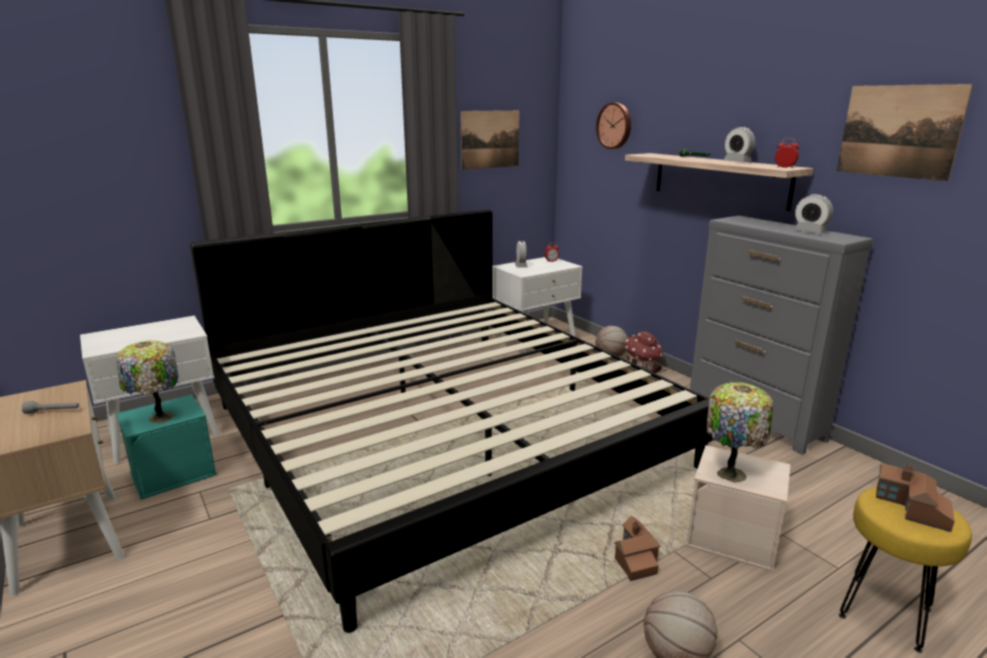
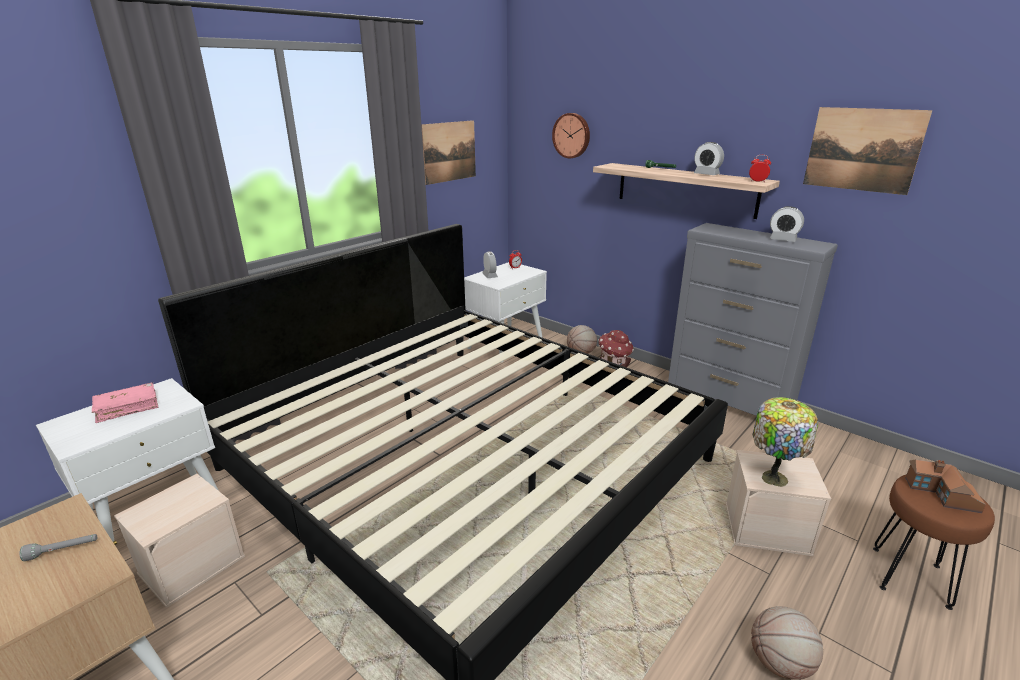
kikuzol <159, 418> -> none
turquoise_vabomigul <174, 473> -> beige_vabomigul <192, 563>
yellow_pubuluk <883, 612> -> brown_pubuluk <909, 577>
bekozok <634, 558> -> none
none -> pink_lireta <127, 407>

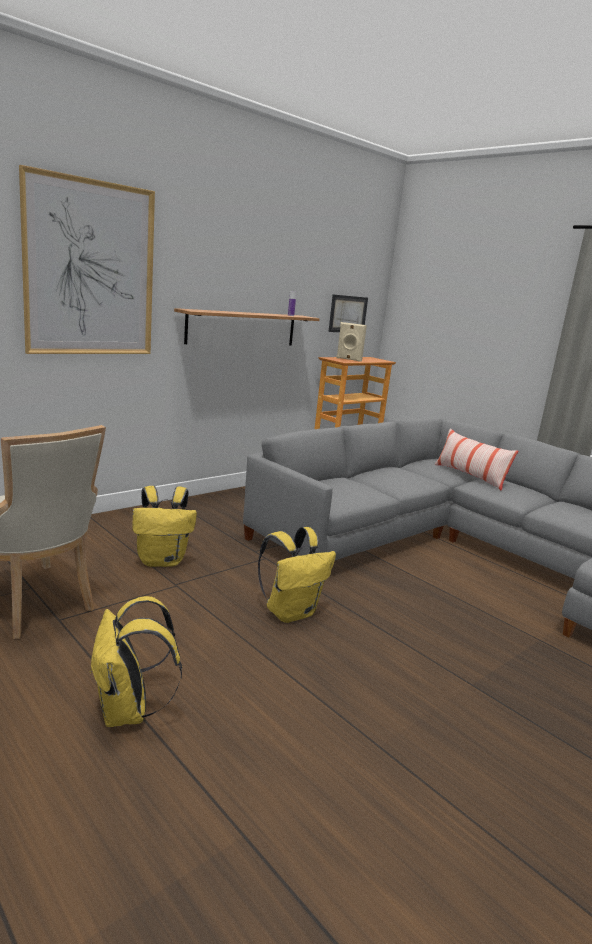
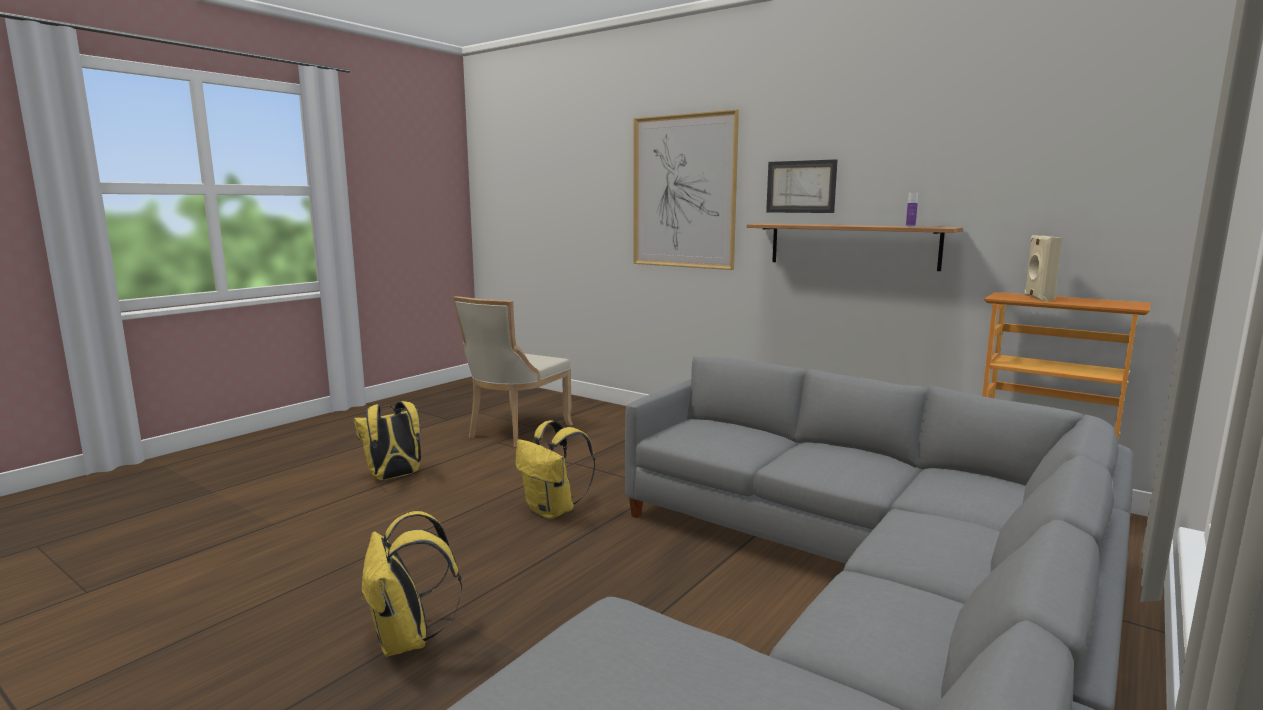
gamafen <348, 314> -> gamafen <801, 186>, moved
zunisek <470, 476> -> none
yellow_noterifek <162, 561> -> yellow_noterifek <407, 641>, moved

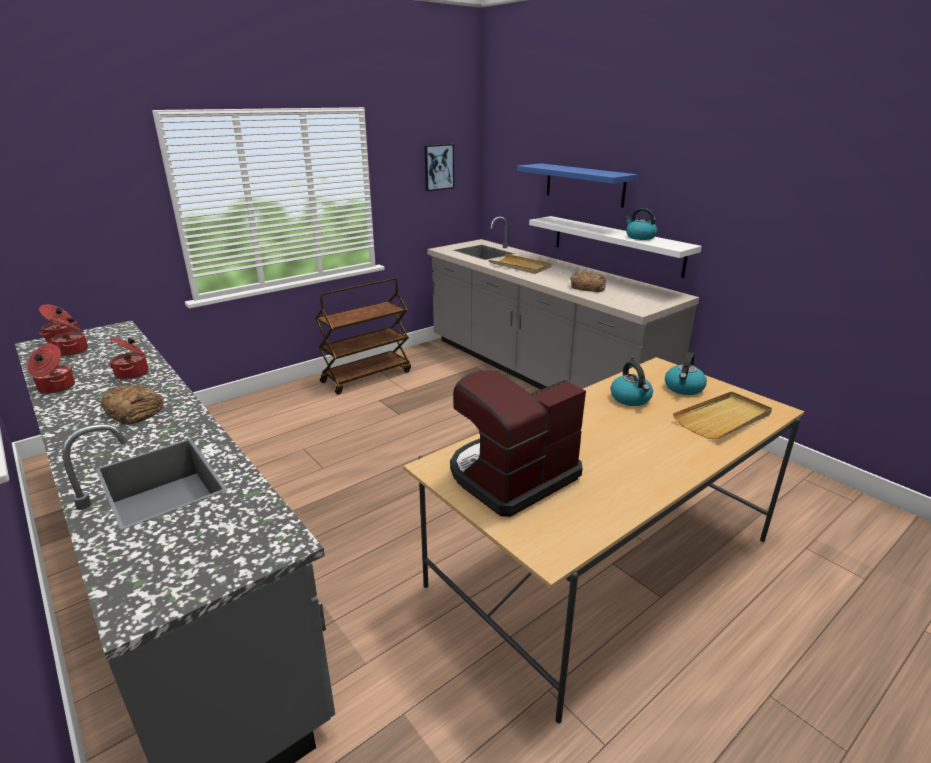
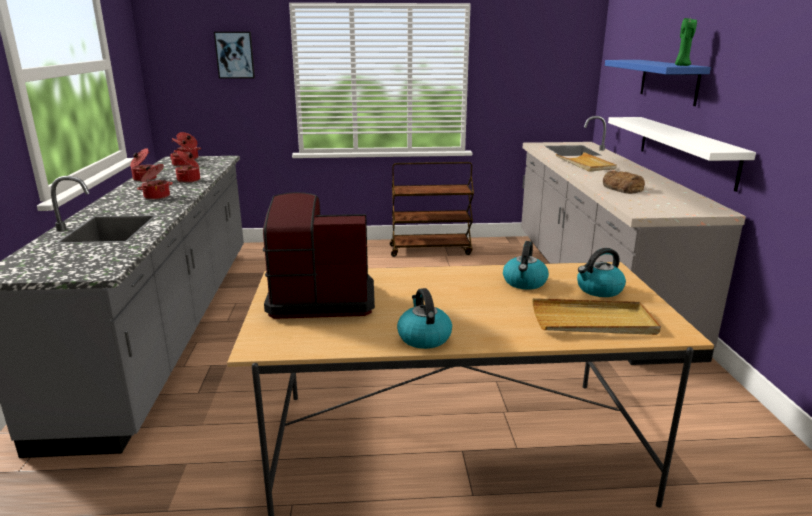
gamafen <438, 167> -> gamafen <235, 55>, moved
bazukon <639, 237> -> bazukon <423, 337>, moved
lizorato <133, 410> -> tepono <156, 196>
none -> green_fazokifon <681, 65>

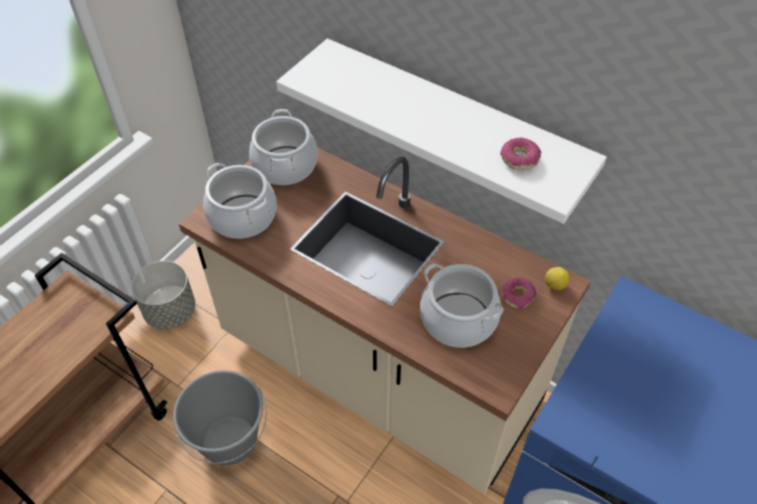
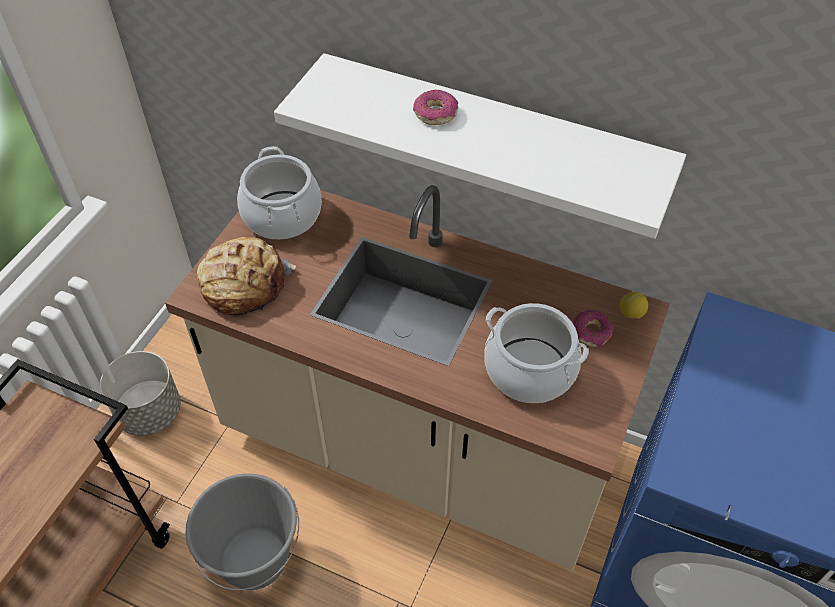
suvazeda <519, 159> -> suvazeda <435, 114>, moved
tepono <242, 217> -> lizorato <243, 284>

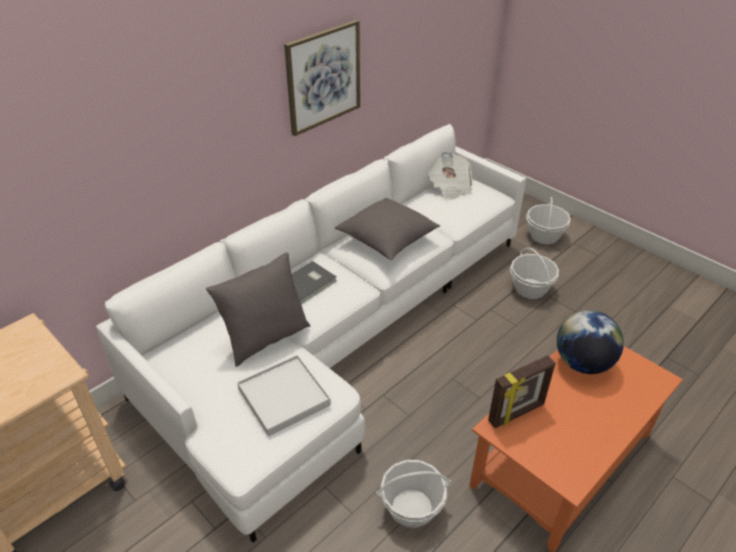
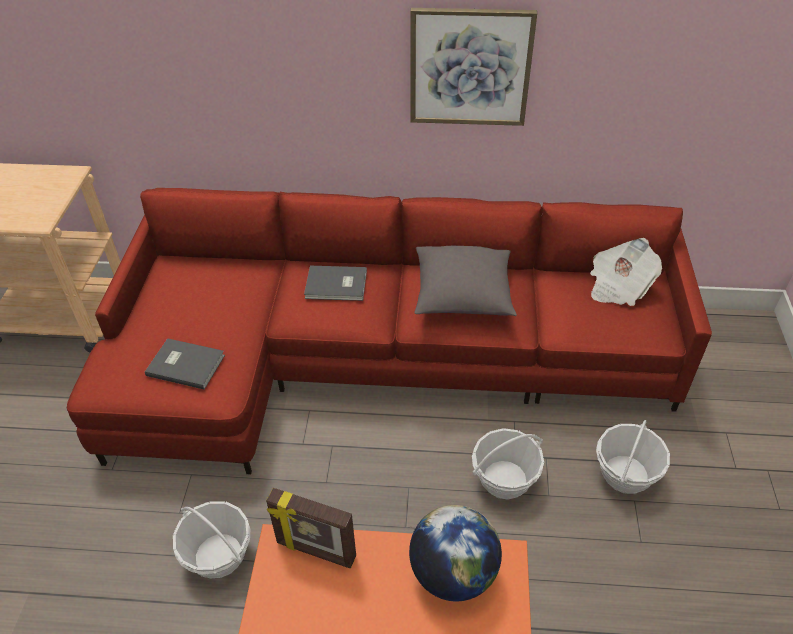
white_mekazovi <336, 333> -> red_mekazovi <373, 360>
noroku <544, 236> -> noroku <504, 479>, moved
grey_zunisek <265, 338> -> none
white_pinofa <283, 397> -> grey_lireta <185, 364>

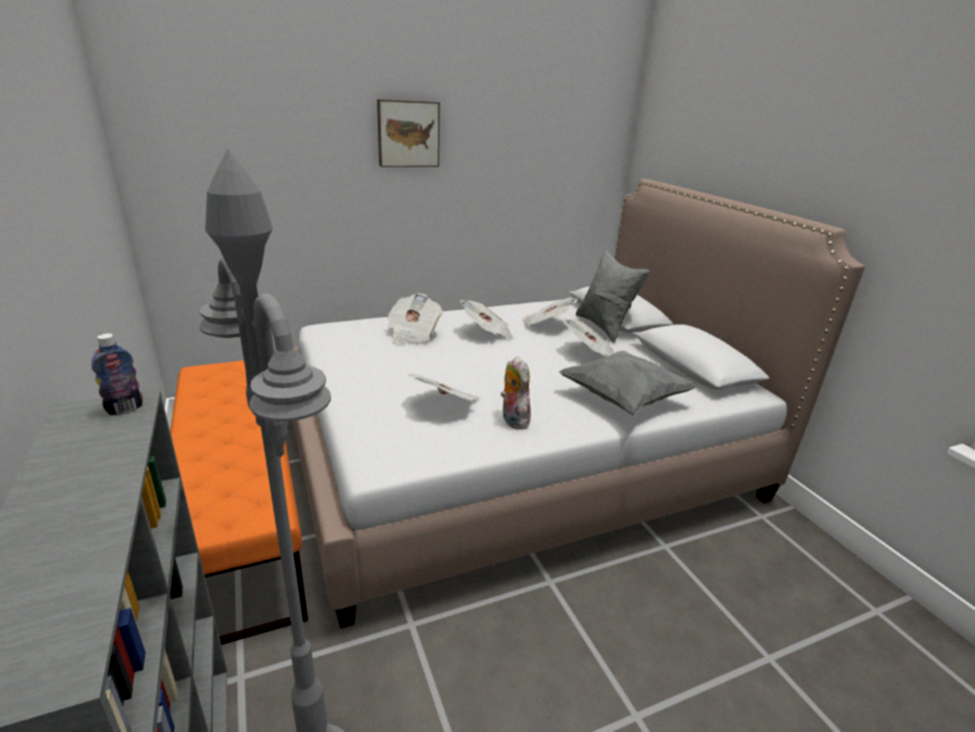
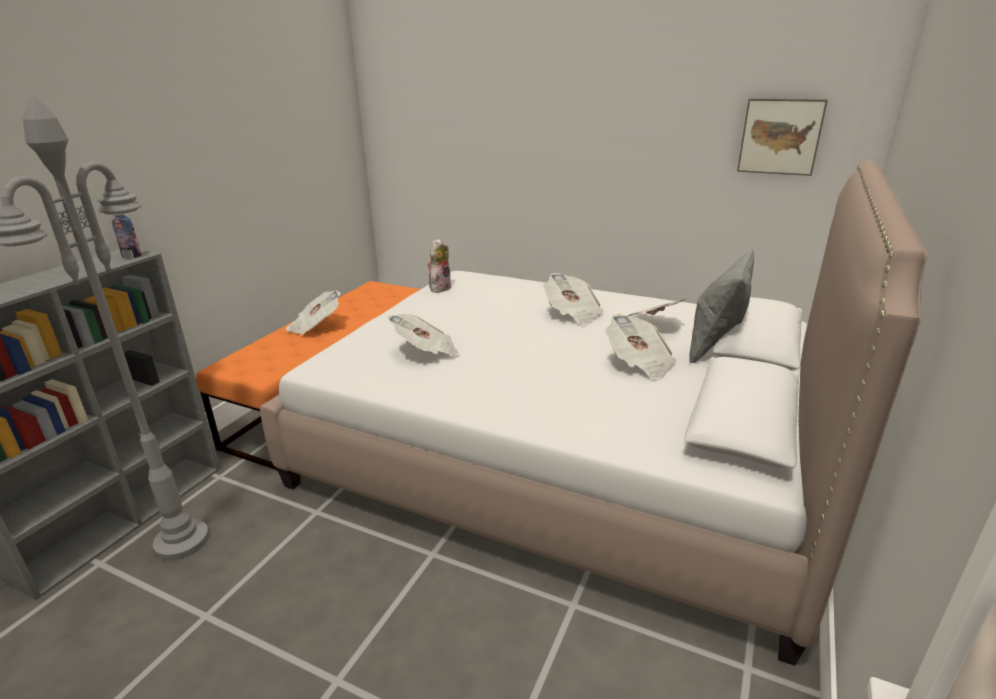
gamafen <408, 134> -> gamafen <780, 136>, moved
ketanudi <413, 333> -> ketanudi <315, 326>, moved
grey_zunisek <623, 399> -> none
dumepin <512, 420> -> dumepin <439, 287>, moved

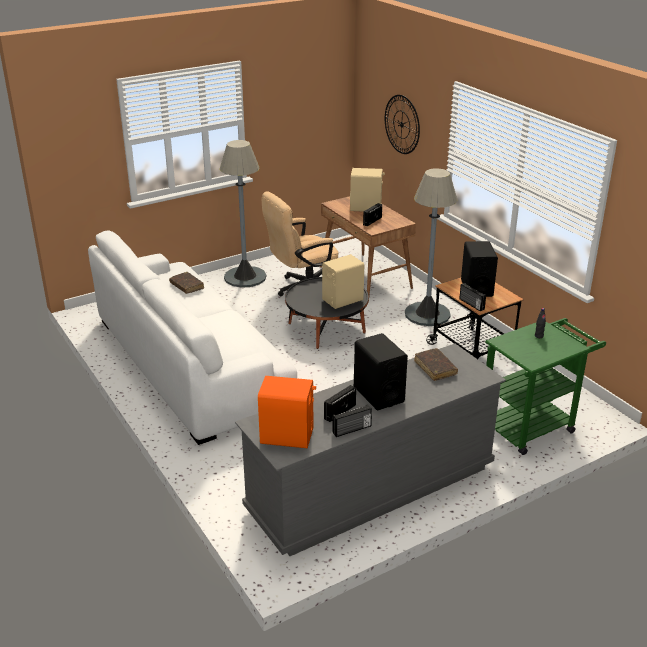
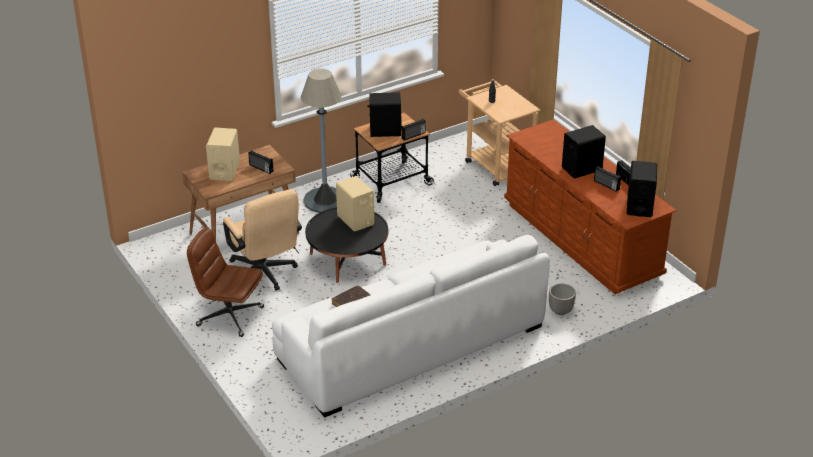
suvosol <402, 124> -> none
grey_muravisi <245, 277> -> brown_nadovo <229, 316>
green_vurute <533, 424> -> beige_vurute <495, 164>
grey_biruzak <371, 488> -> brown_biruzak <581, 239>
brown_lireta <435, 368> -> none
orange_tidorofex <287, 436> -> black_tidorofex <639, 206>
none -> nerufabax <560, 311>

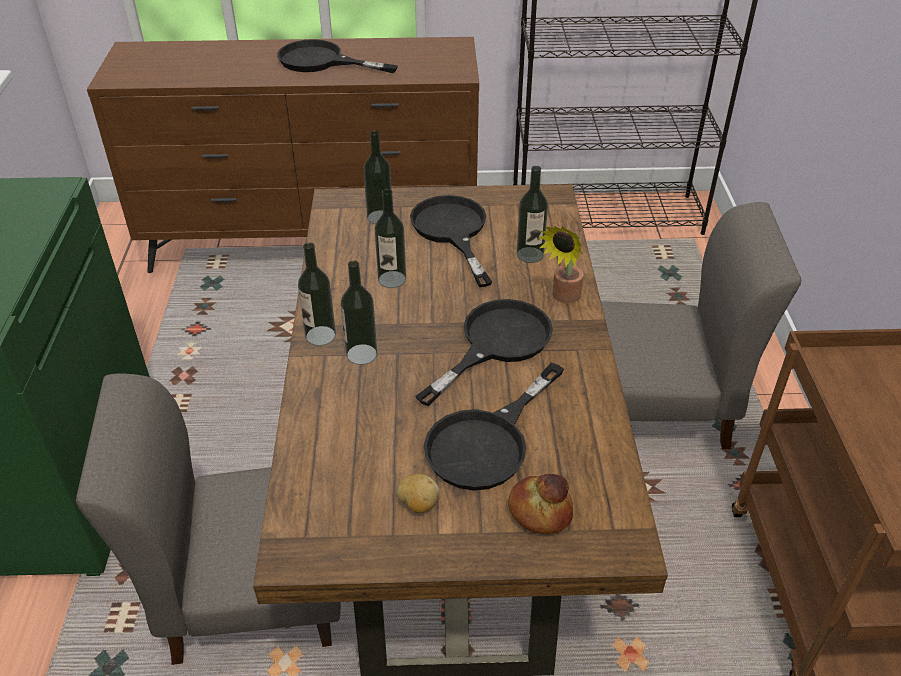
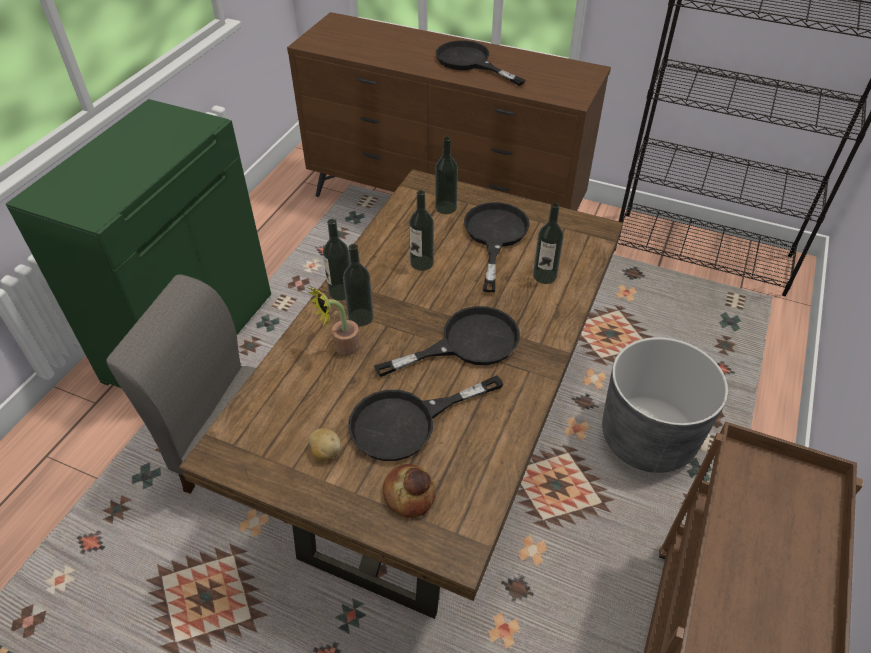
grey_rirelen <658, 408> -> grey_nerufabax <647, 437>
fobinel <563, 297> -> fobinel <341, 348>, moved

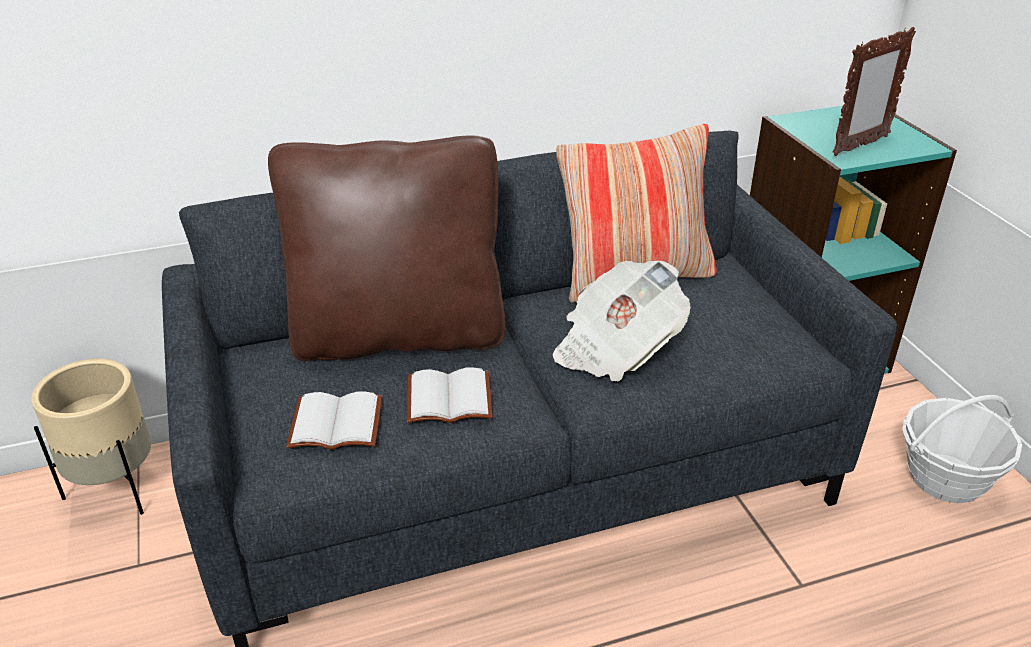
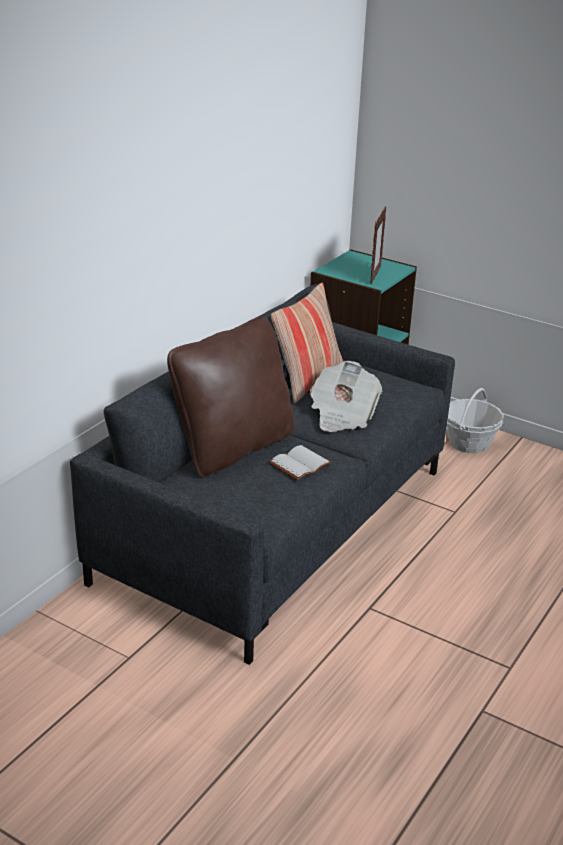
beige_nerufabax <117, 488> -> none
white_lireta <338, 422> -> none

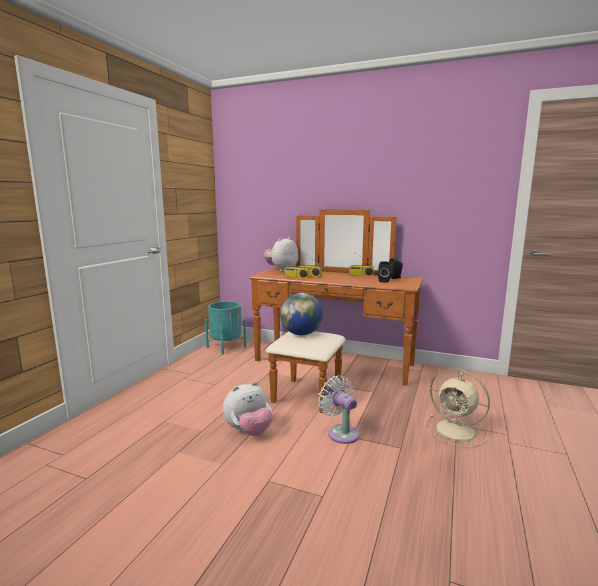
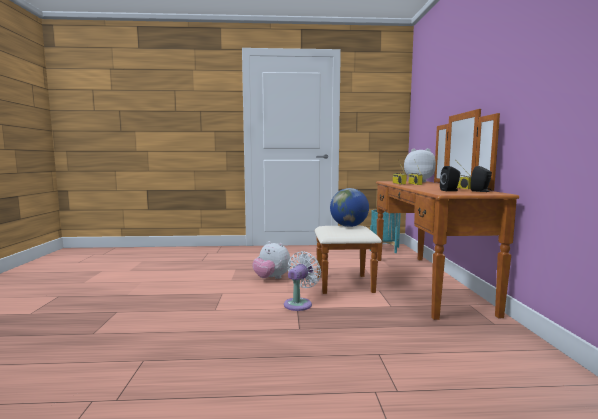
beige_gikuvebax <457, 431> -> none

